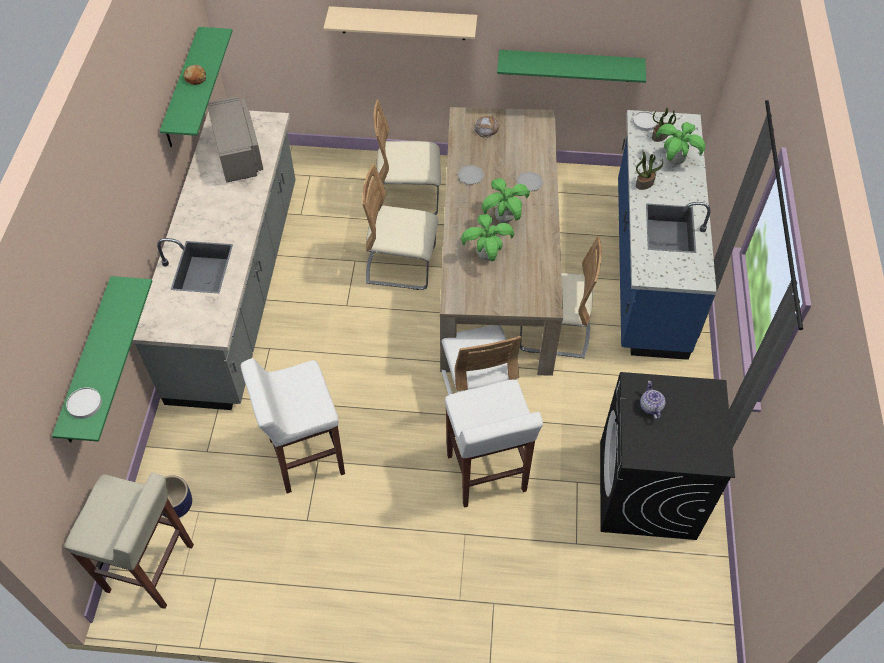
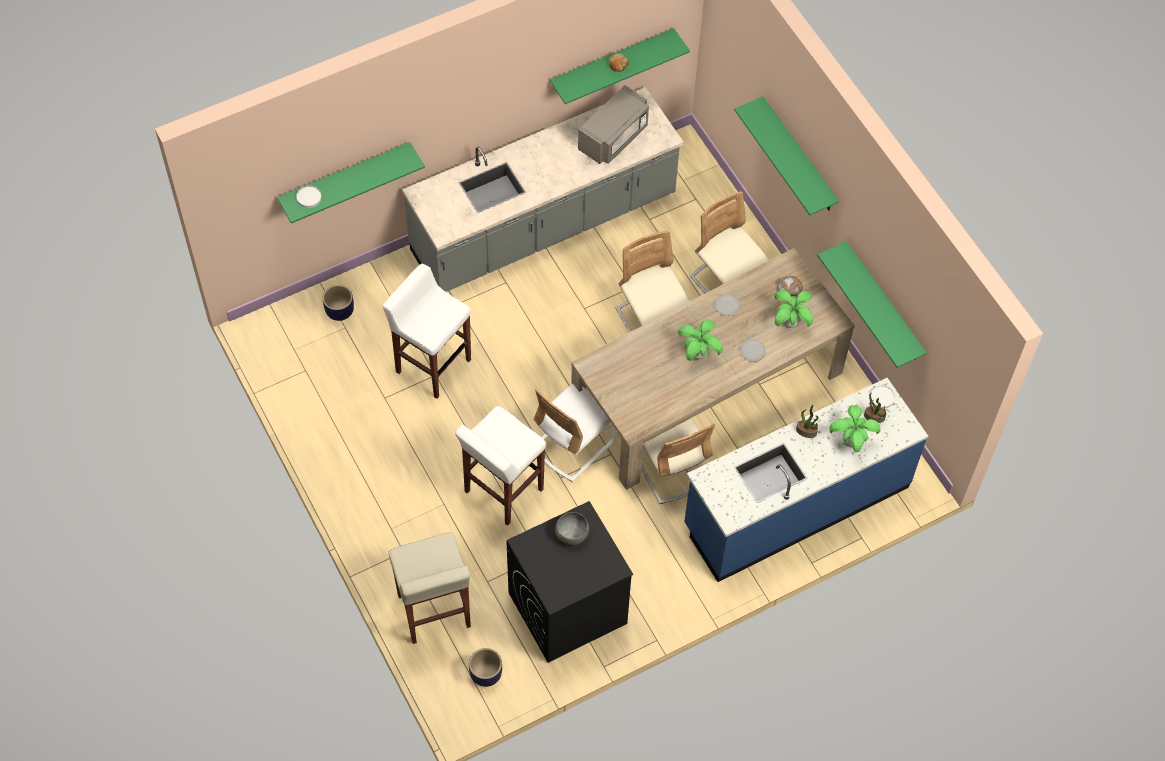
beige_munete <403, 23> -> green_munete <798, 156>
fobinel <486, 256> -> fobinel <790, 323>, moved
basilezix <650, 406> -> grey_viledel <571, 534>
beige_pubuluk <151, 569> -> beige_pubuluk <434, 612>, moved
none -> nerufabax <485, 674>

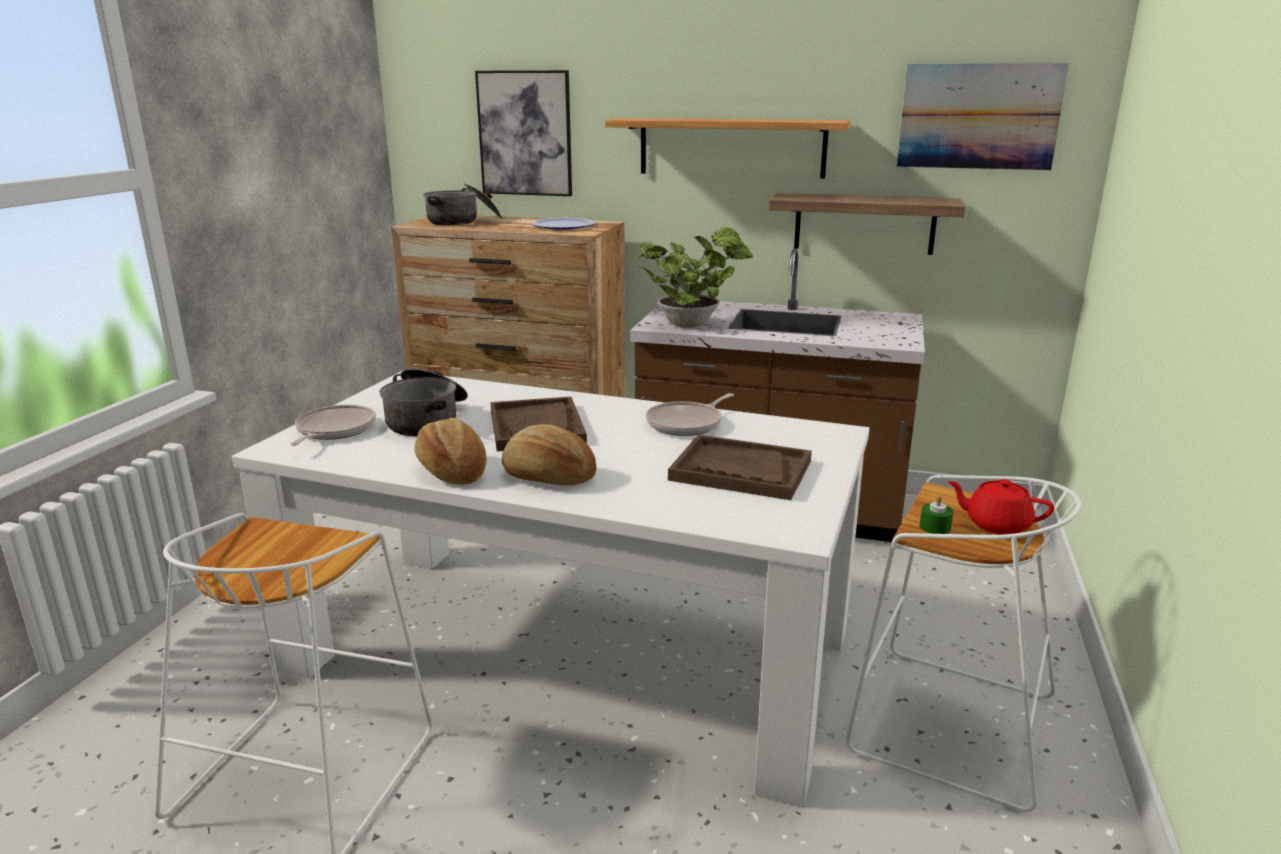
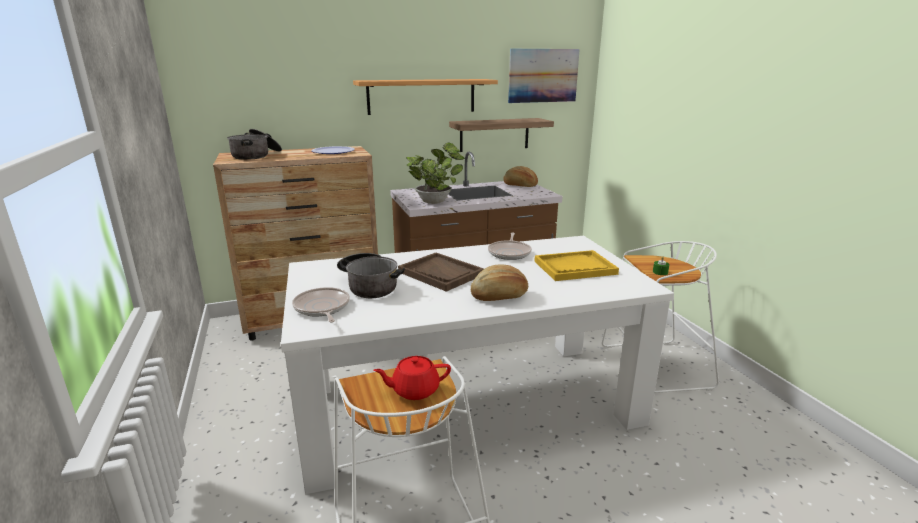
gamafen <525, 133> -> none
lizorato <453, 470> -> lizorato <520, 185>, moved
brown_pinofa <740, 470> -> yellow_pinofa <574, 268>
red_basilezix <996, 524> -> red_basilezix <414, 390>, moved

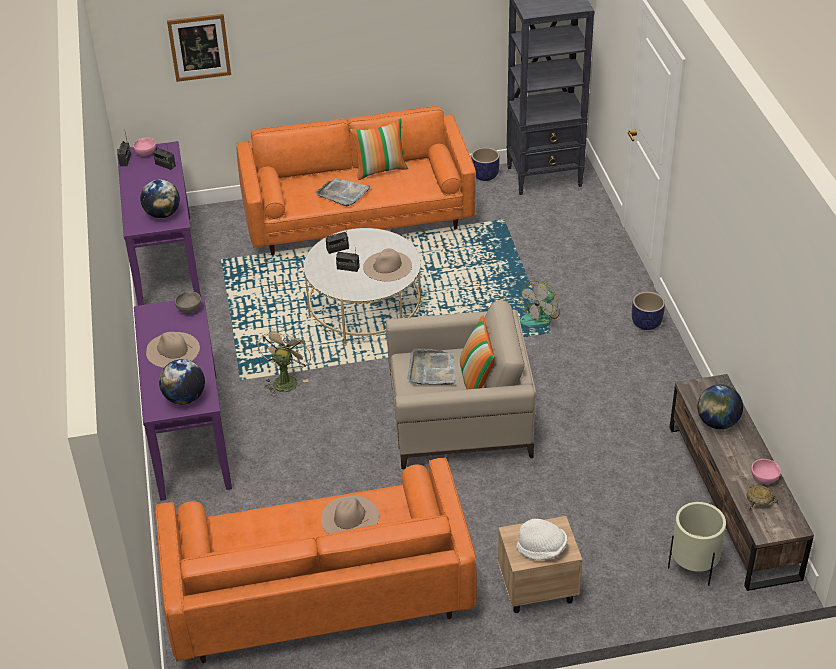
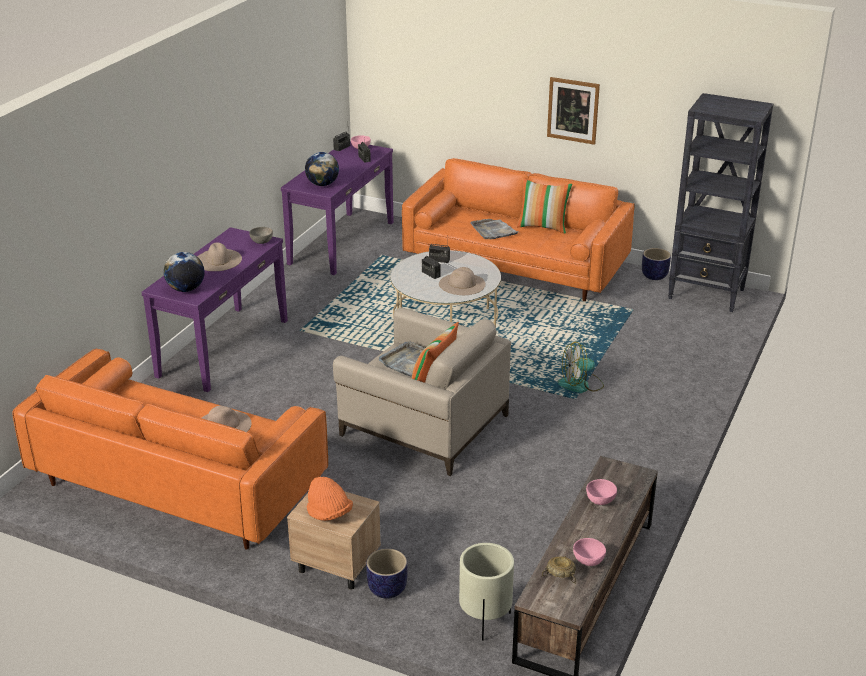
gamafen <199, 47> -> gamafen <573, 110>, moved
nerufabax <646, 323> -> nerufabax <387, 589>, moved
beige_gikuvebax <286, 380> -> none
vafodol <717, 422> -> pink_viledel <600, 500>
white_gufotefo <542, 549> -> orange_gufotefo <329, 513>

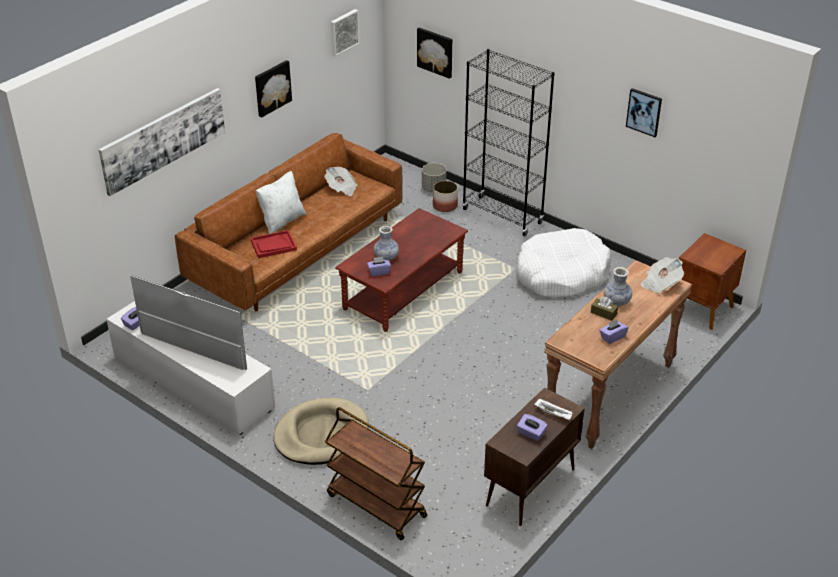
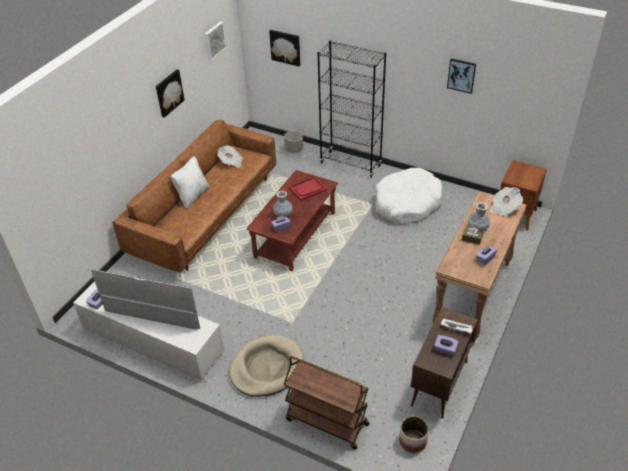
gamafen <163, 139> -> none
nerufabax <445, 206> -> nerufabax <412, 441>, moved
red_pinofa <273, 245> -> red_pinofa <307, 189>, moved

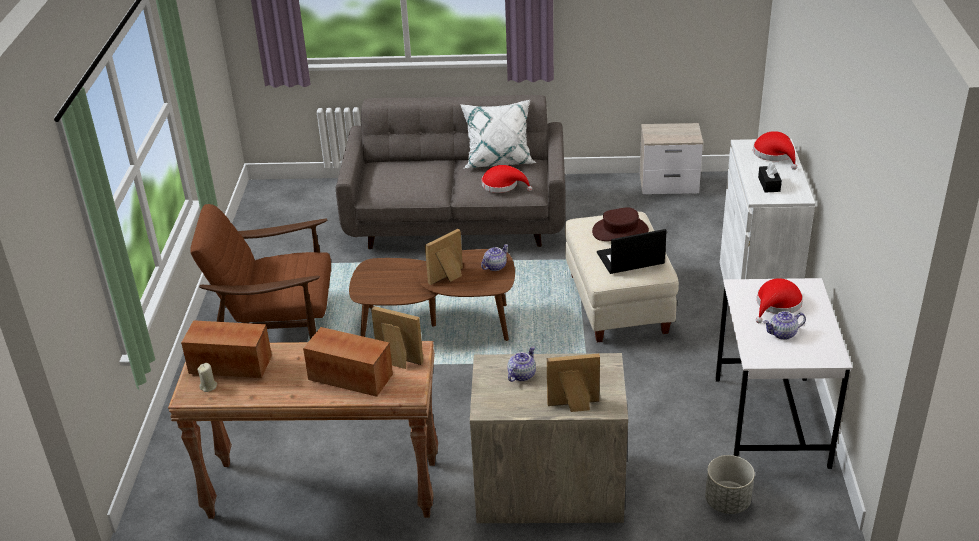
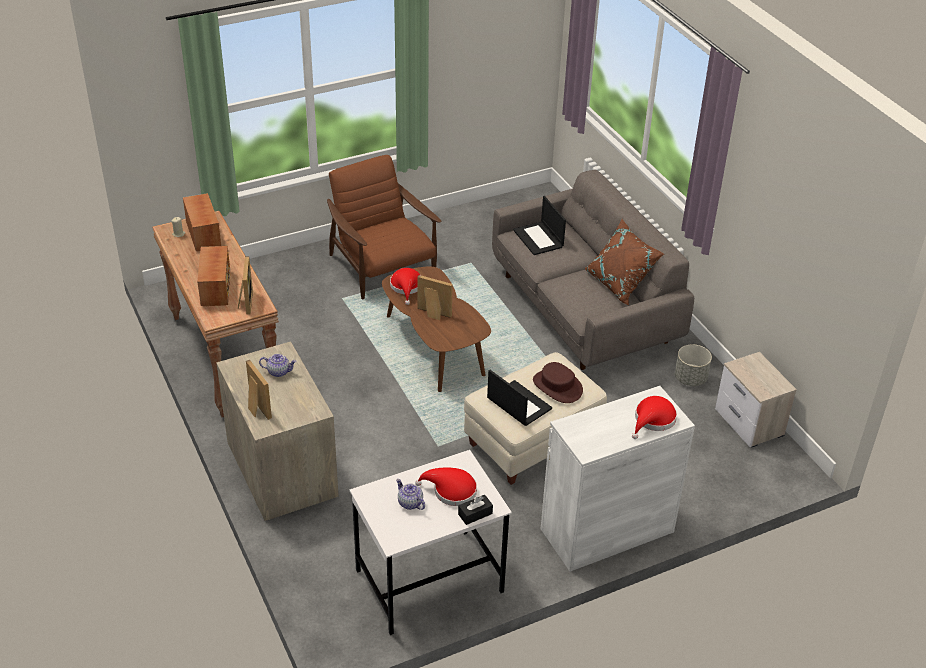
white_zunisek <498, 159> -> brown_zunisek <620, 284>
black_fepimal <769, 184> -> black_fepimal <475, 514>, moved
red_gufotefo <503, 185> -> red_gufotefo <406, 287>, moved
basilezix <495, 266> -> none
grey_nerufabax <727, 501> -> grey_nerufabax <690, 378>, moved
none -> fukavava <539, 239>

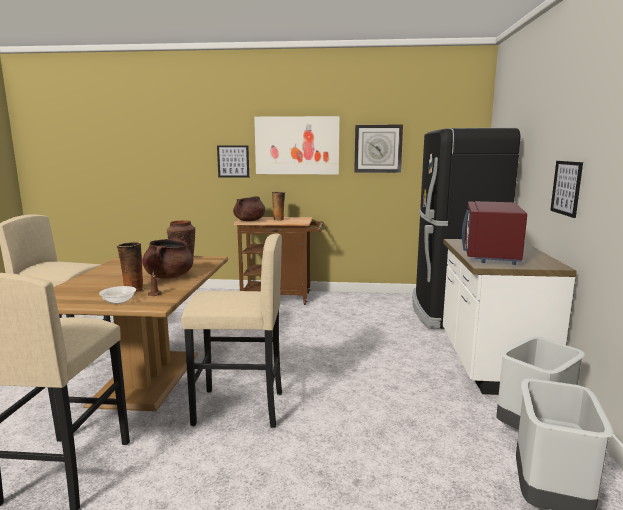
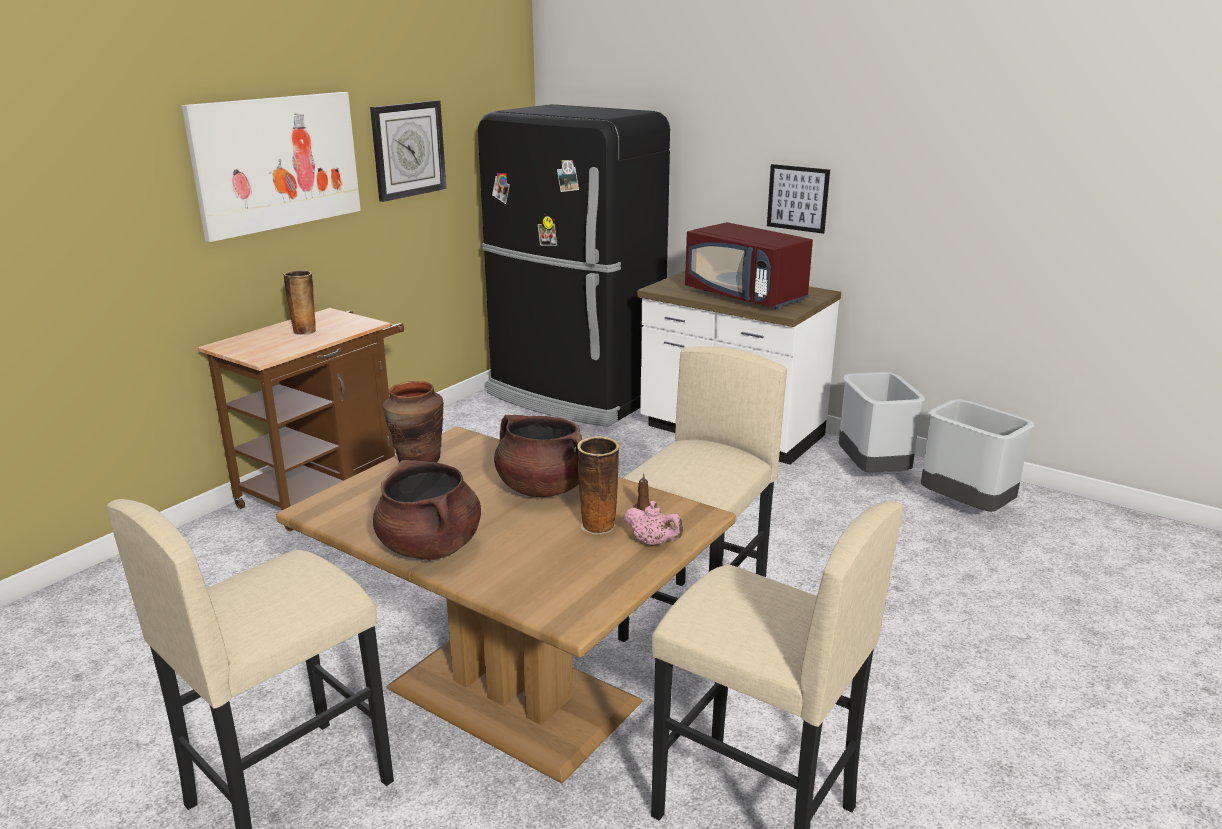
gamafen <233, 161> -> none
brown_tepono <249, 220> -> brown_tepono <430, 547>, moved
viledel <119, 301> -> pink_basilezix <653, 543>

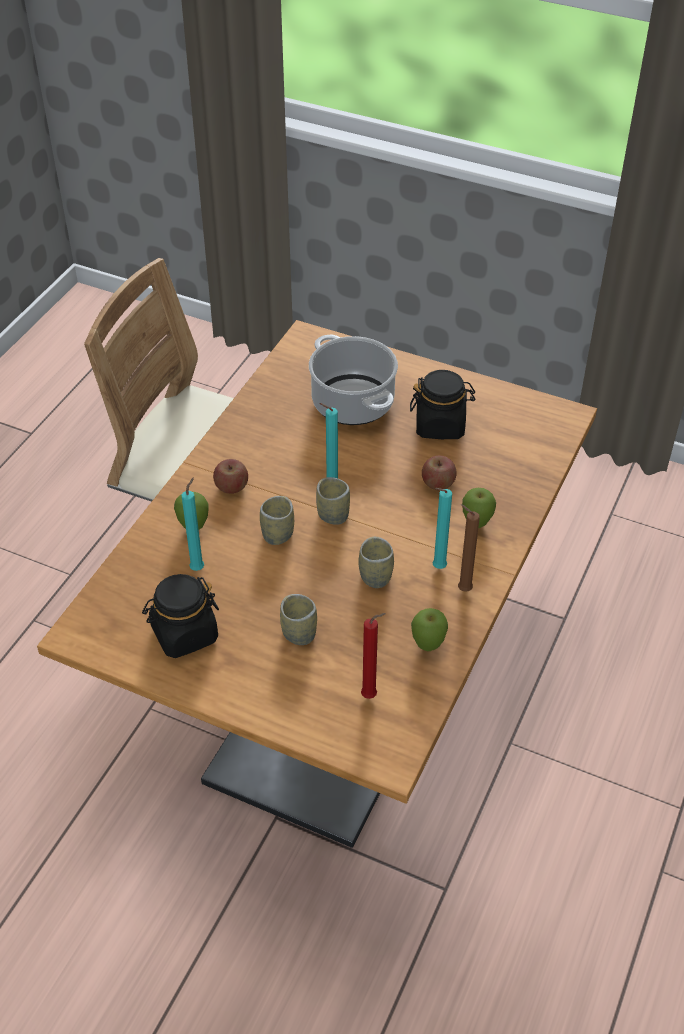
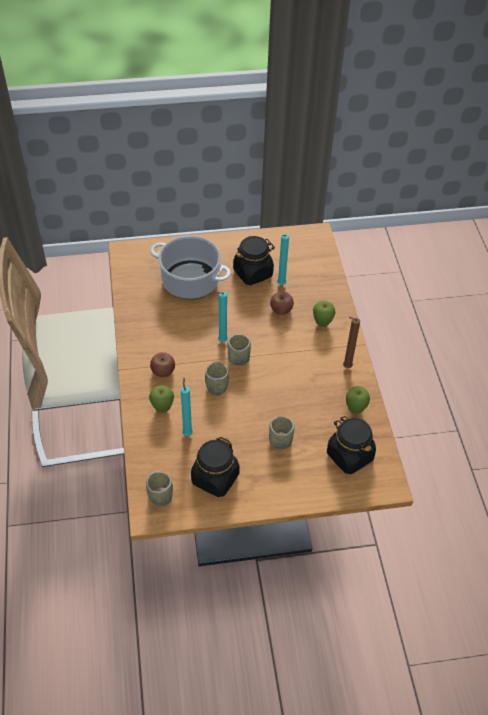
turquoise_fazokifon <437, 568> -> turquoise_fazokifon <280, 285>, moved
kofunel <375, 577> -> kofunel <160, 497>, moved
red_fazokifon <371, 696> -> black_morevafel <349, 455>

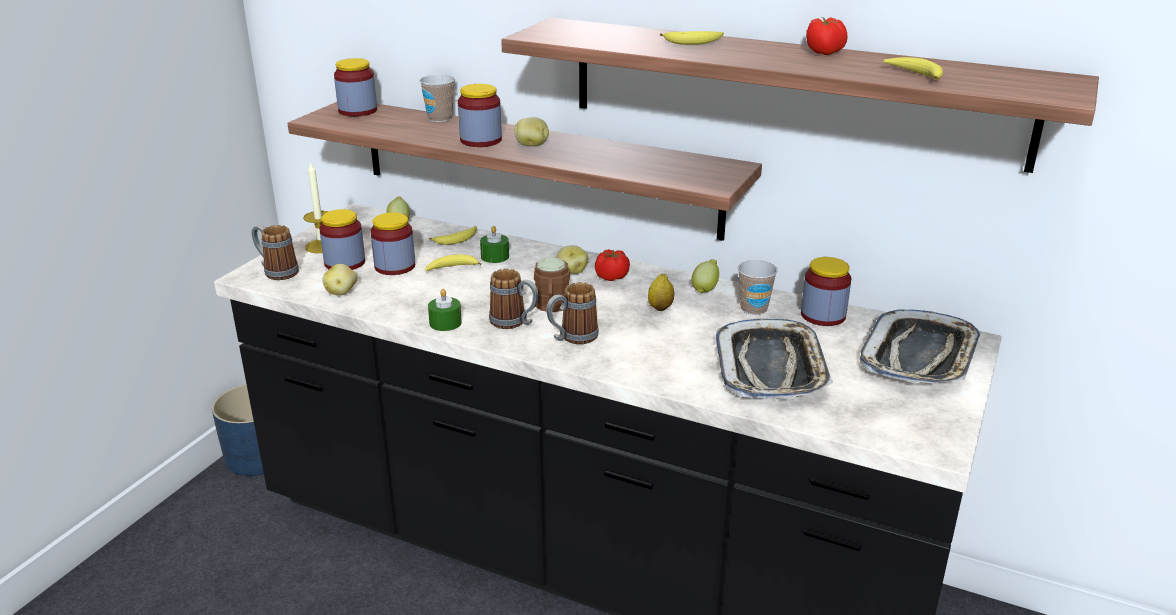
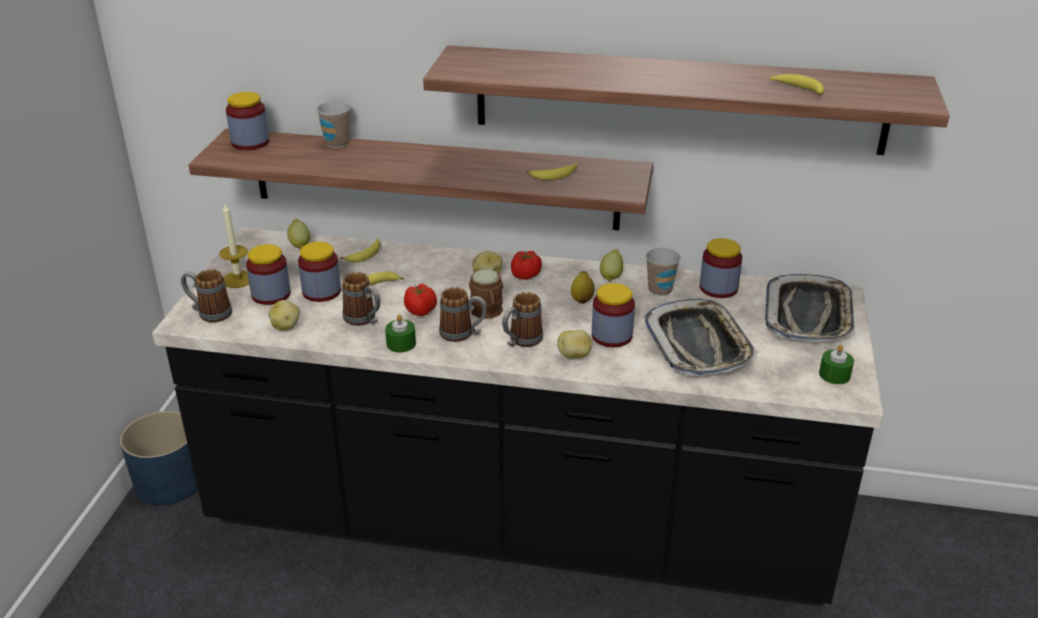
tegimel <824, 53> -> tegimel <421, 311>, moved
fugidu <694, 42> -> fugidu <555, 176>, moved
morevafel <481, 140> -> morevafel <611, 336>, moved
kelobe <532, 145> -> kelobe <575, 356>, moved
green_fazokifon <495, 256> -> green_fazokifon <834, 375>, moved
none -> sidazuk <364, 320>

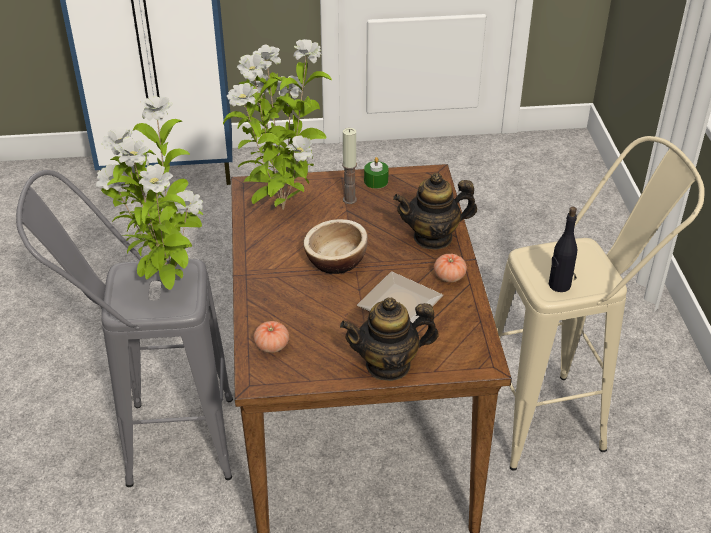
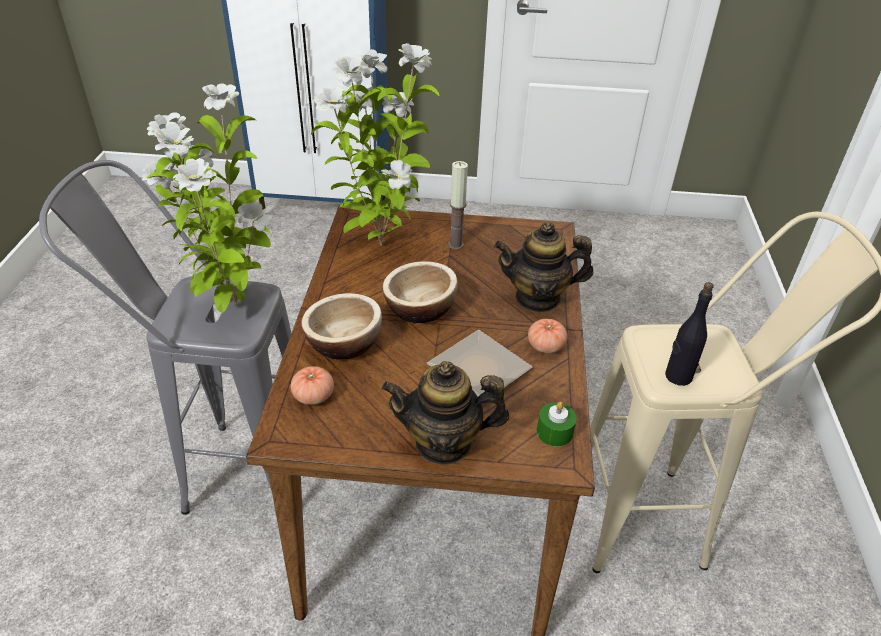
green_fazokifon <376, 181> -> green_fazokifon <554, 432>, moved
none -> viledel <344, 343>

